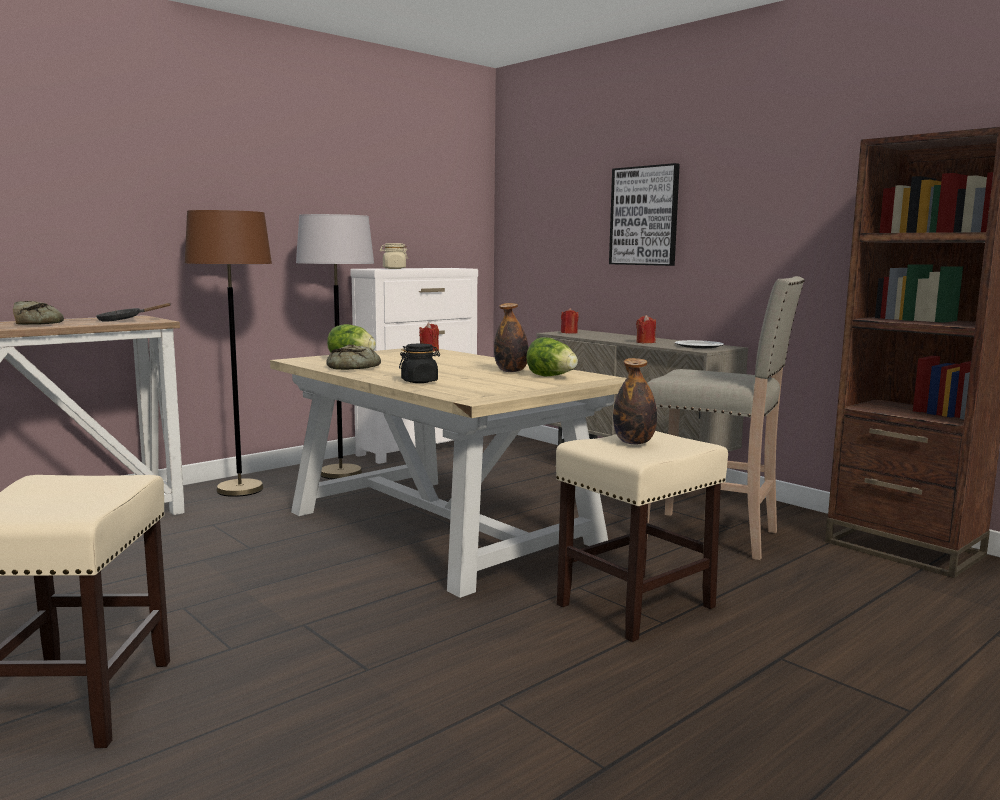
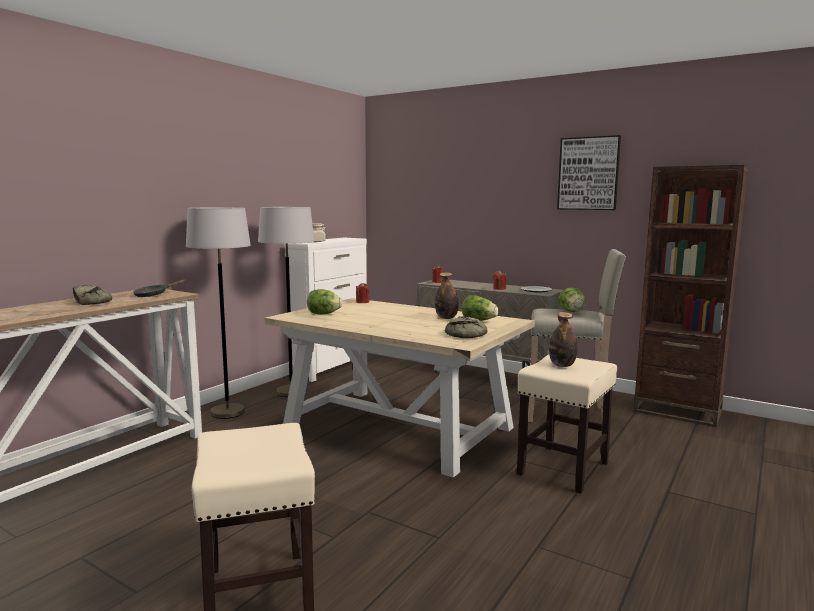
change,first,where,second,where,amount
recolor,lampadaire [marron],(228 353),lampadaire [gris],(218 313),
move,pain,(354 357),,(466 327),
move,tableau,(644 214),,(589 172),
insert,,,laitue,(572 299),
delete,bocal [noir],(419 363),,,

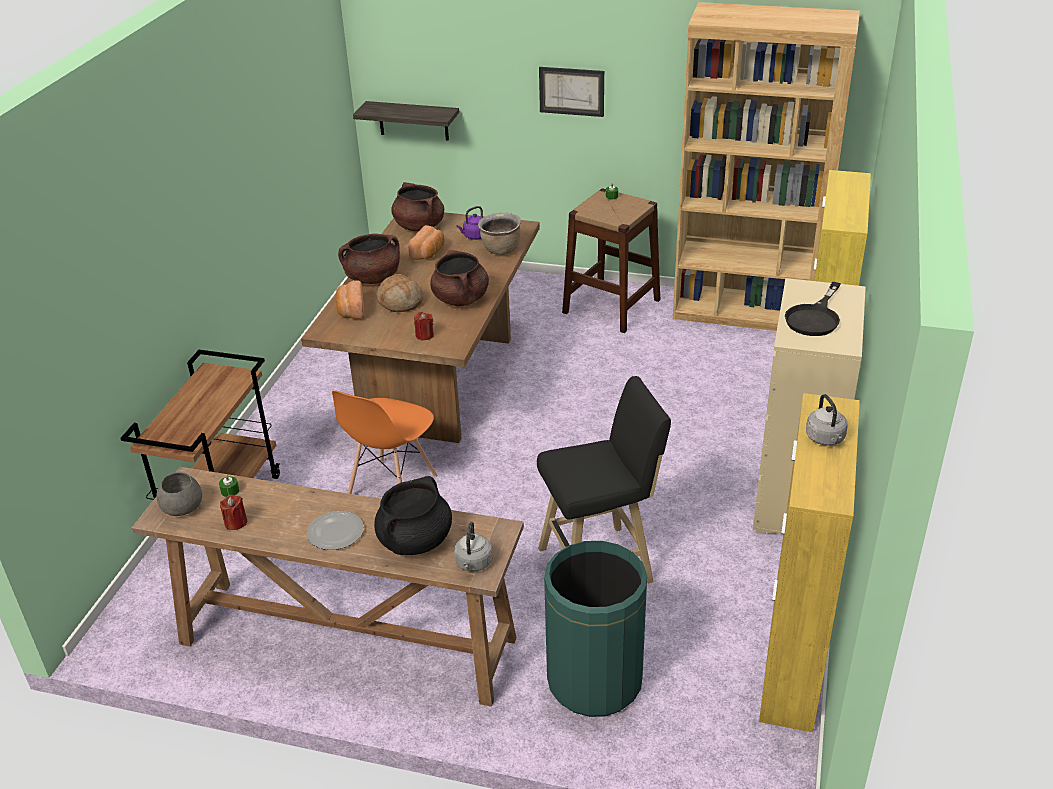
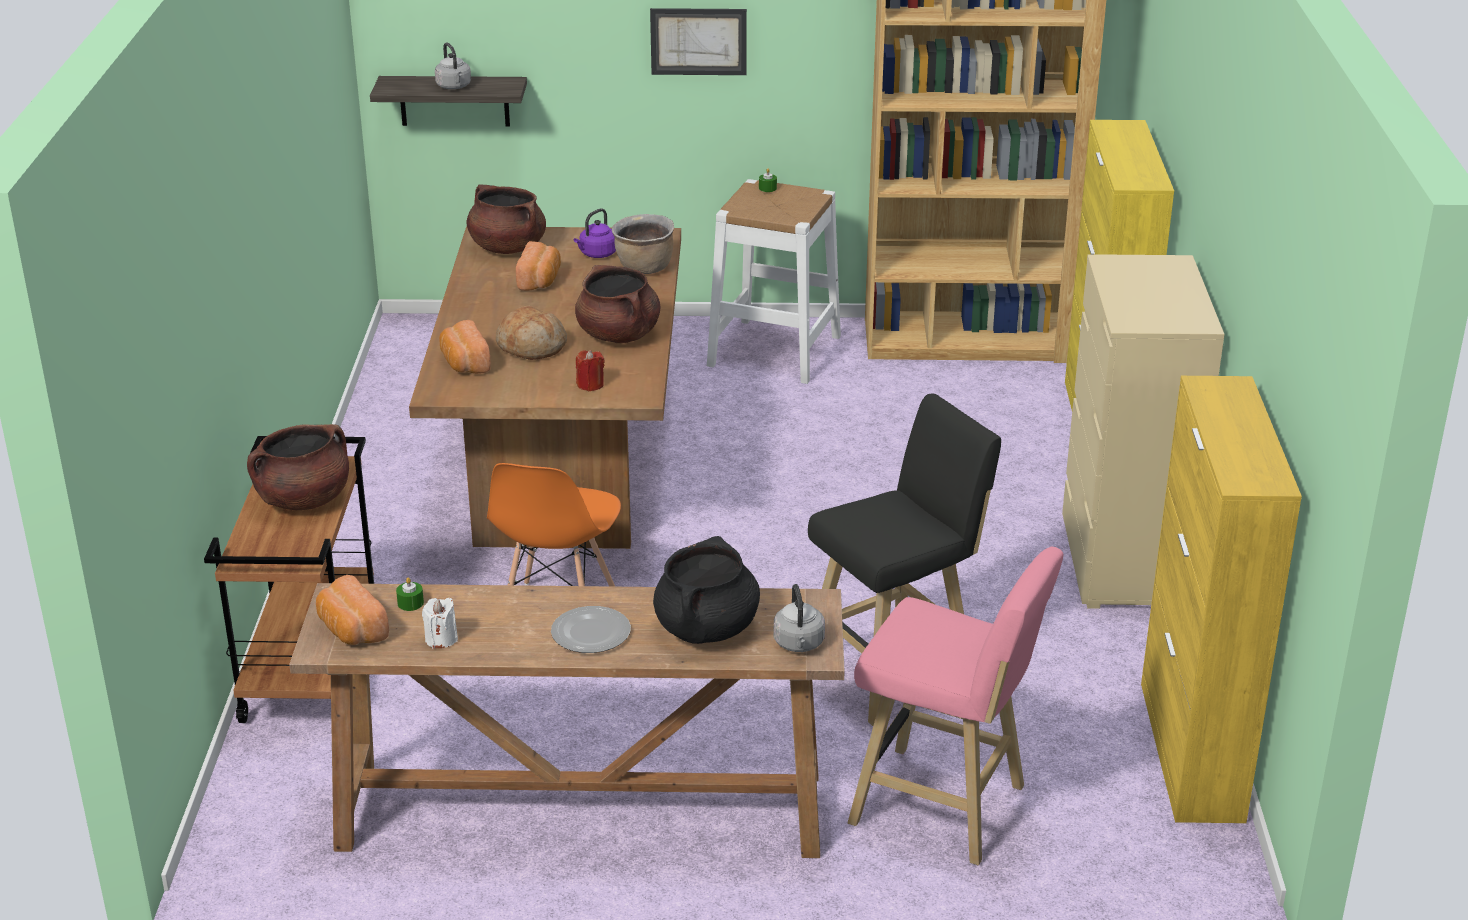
change,first,where,second,where,amount
move,marmite [marron],(369 258),,(298 467),
replace,bol [gris],(179 494),pain,(352 610),
recolor,bougie [rouge],(233 512),bougie [blanc],(440 623),
move,bouilloire [gris],(827 420),,(453 66),
recolor,tabouret [marron],(611 260),tabouret [blanc],(774 281),
replace,poubelle [vert],(595 629),tabouret [rose],(955 706),
delete,poêle [noir],(813 309),,,

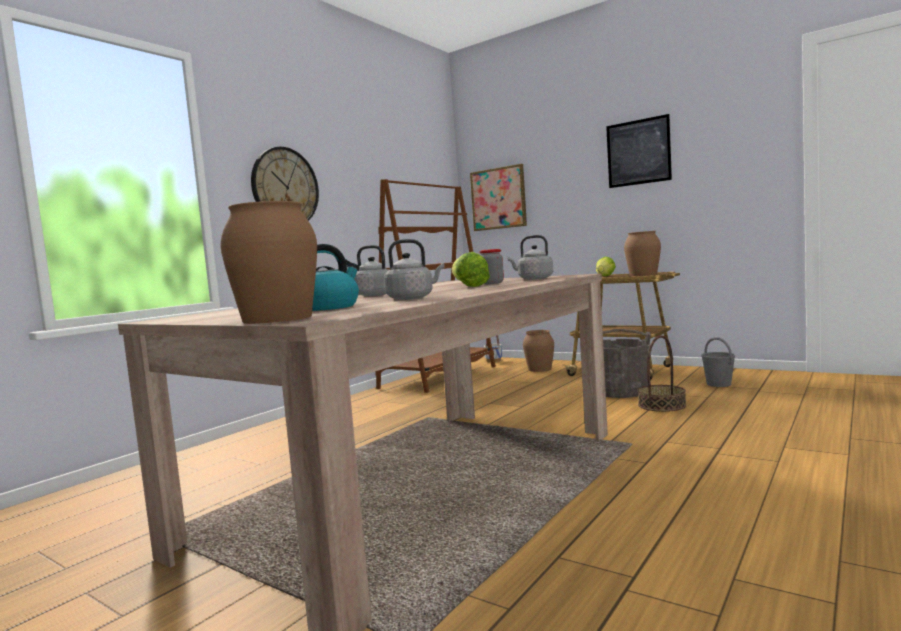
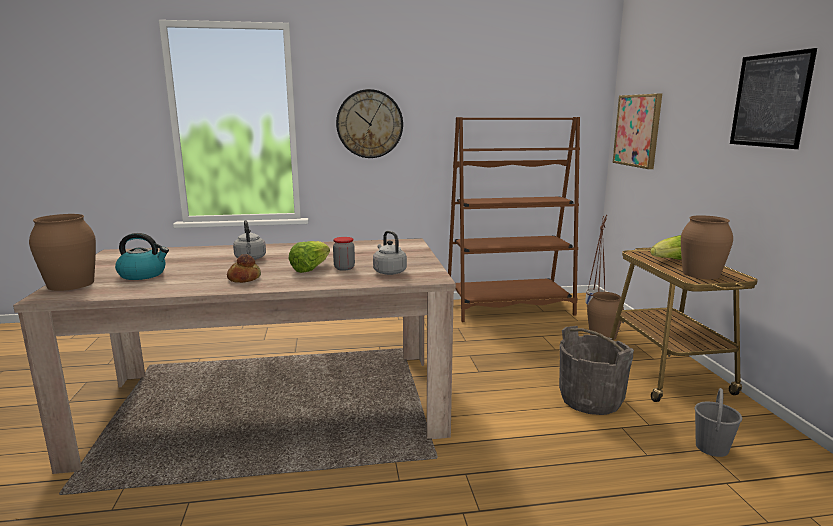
change,first,where,second,where,amount
insert,,,pain,(244 268),
delete,bouilloire [gris],(414 269),,,
delete,panier,(662 373),,,

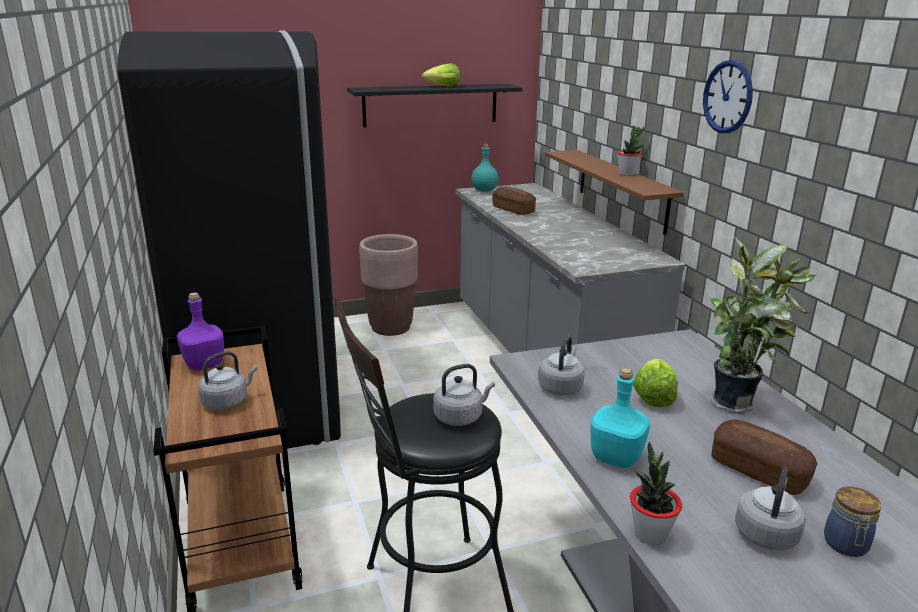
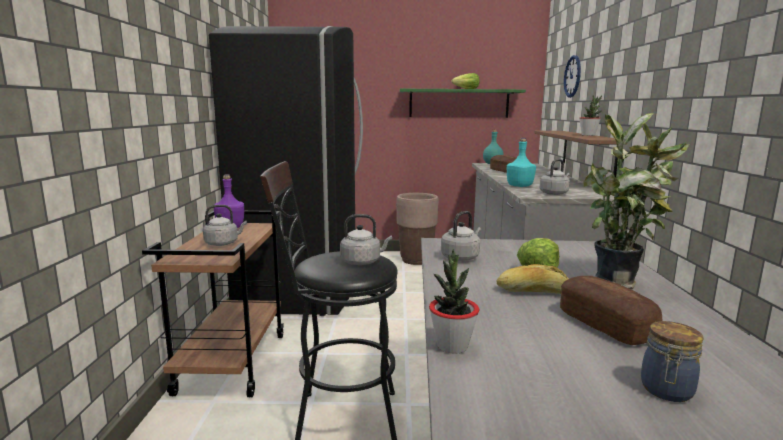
change,first,where,second,where,amount
recolor,étagère [noir],(434 105),étagère [vert],(463 103),
insert,,,pain,(532 279),
move,bouteille [turquoise],(620 418),,(521 162),
move,bouilloire [gris],(770 508),,(555 177),
move,horloge murale,(728 96),,(572 76),

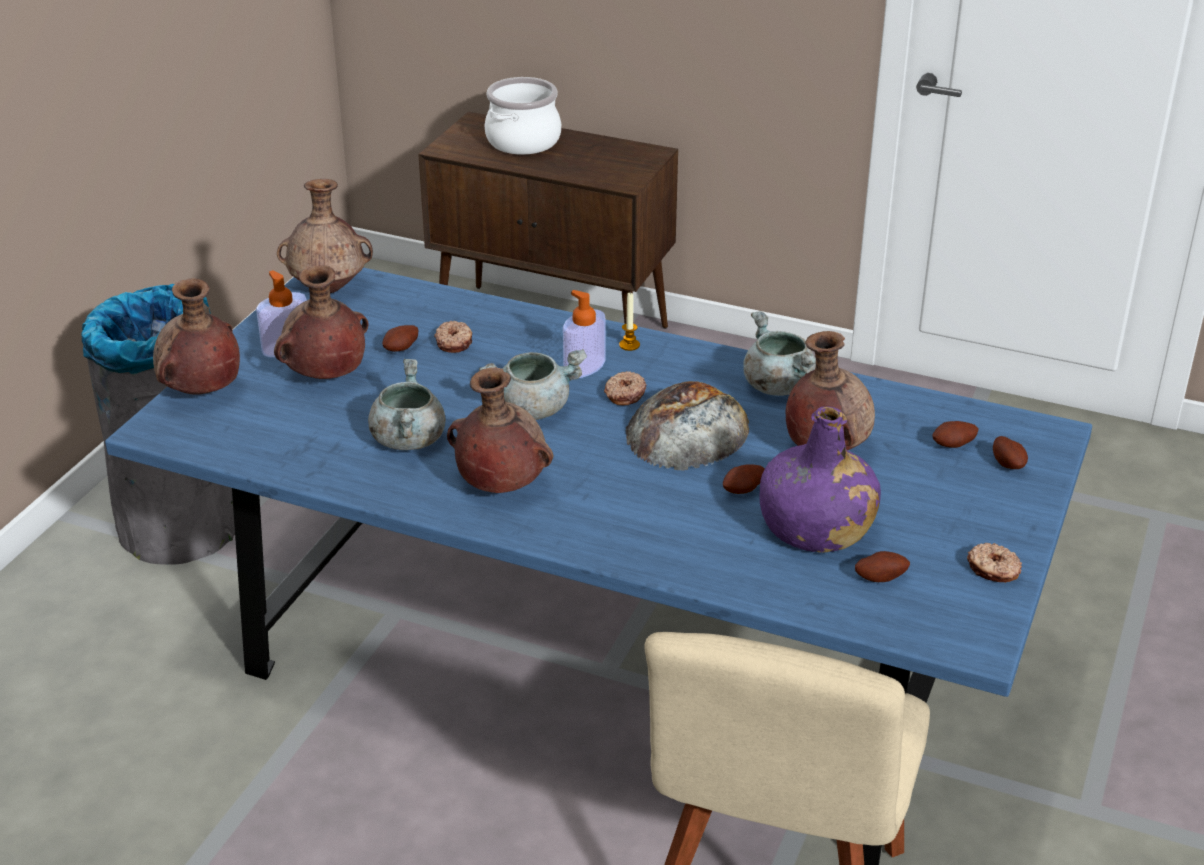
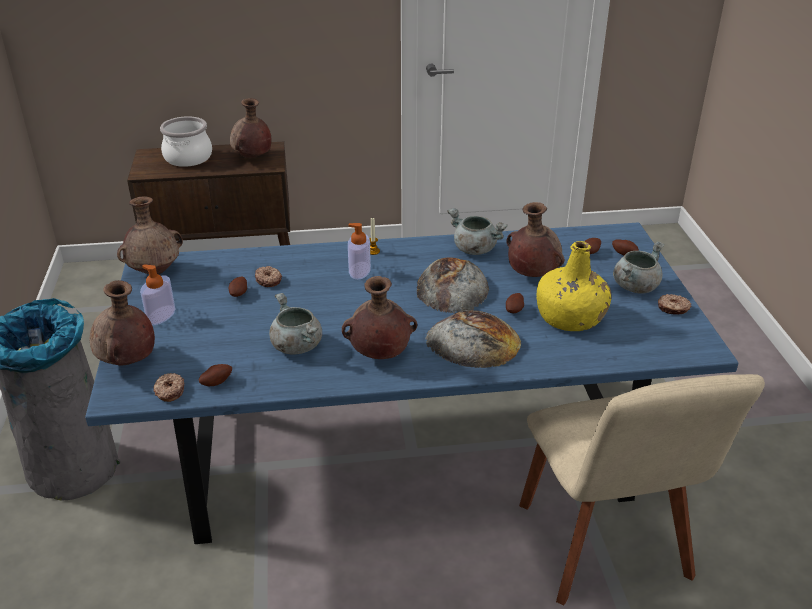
change,first,where,second,where,amount
move,beignet,(625 388),,(168 387),
move,pomme de terre,(882 566),,(215 375),
move,vase [marron],(321 322),,(251 128),
insert,,,pain,(473 339),
recolor,bouteille [violet],(820 479),bouteille [jaune],(574 286),
move,marmite [gris],(533 384),,(638 267),

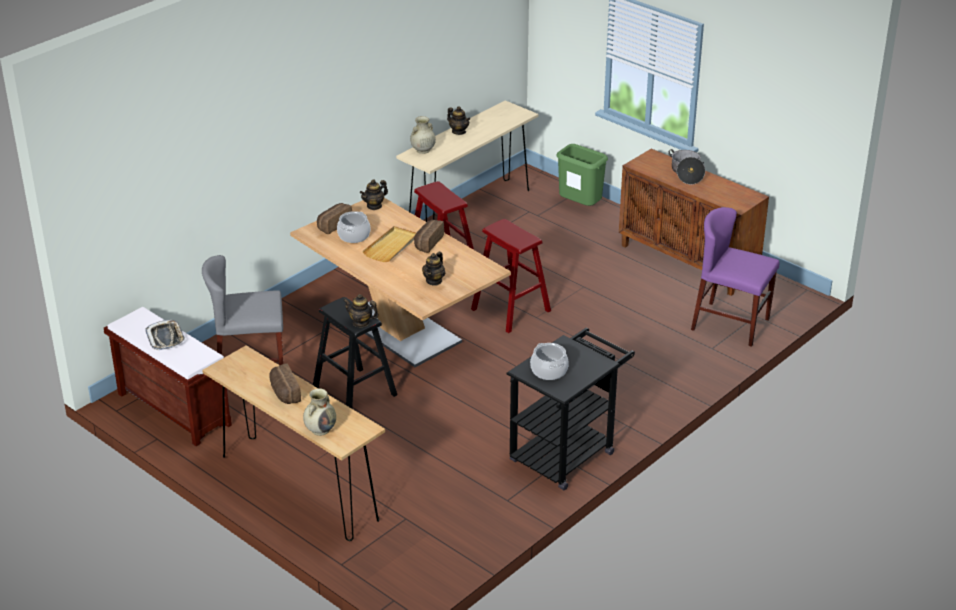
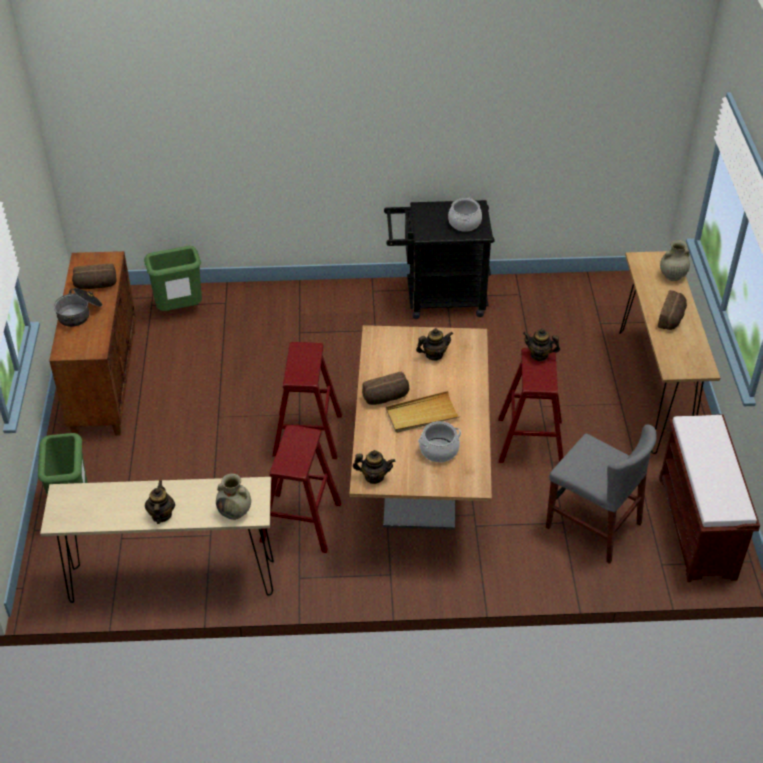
change,first,where,second,where,amount
move,pain,(334 218),,(94 276),
replace,chaise [violet],(735 277),poubelle [vert],(173 278),
recolor,tabouret [noir],(355 353),tabouret [rouge],(531 405),
rotate,théière,(361 311),,(541 345),135 degrees clockwise
delete,plateau,(165 335),,,

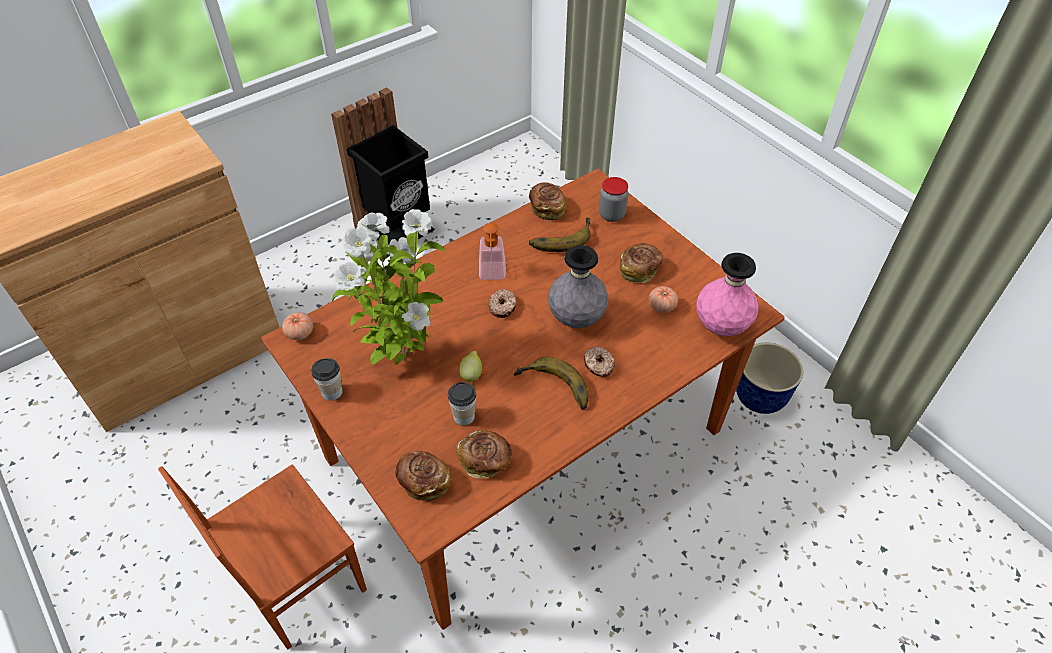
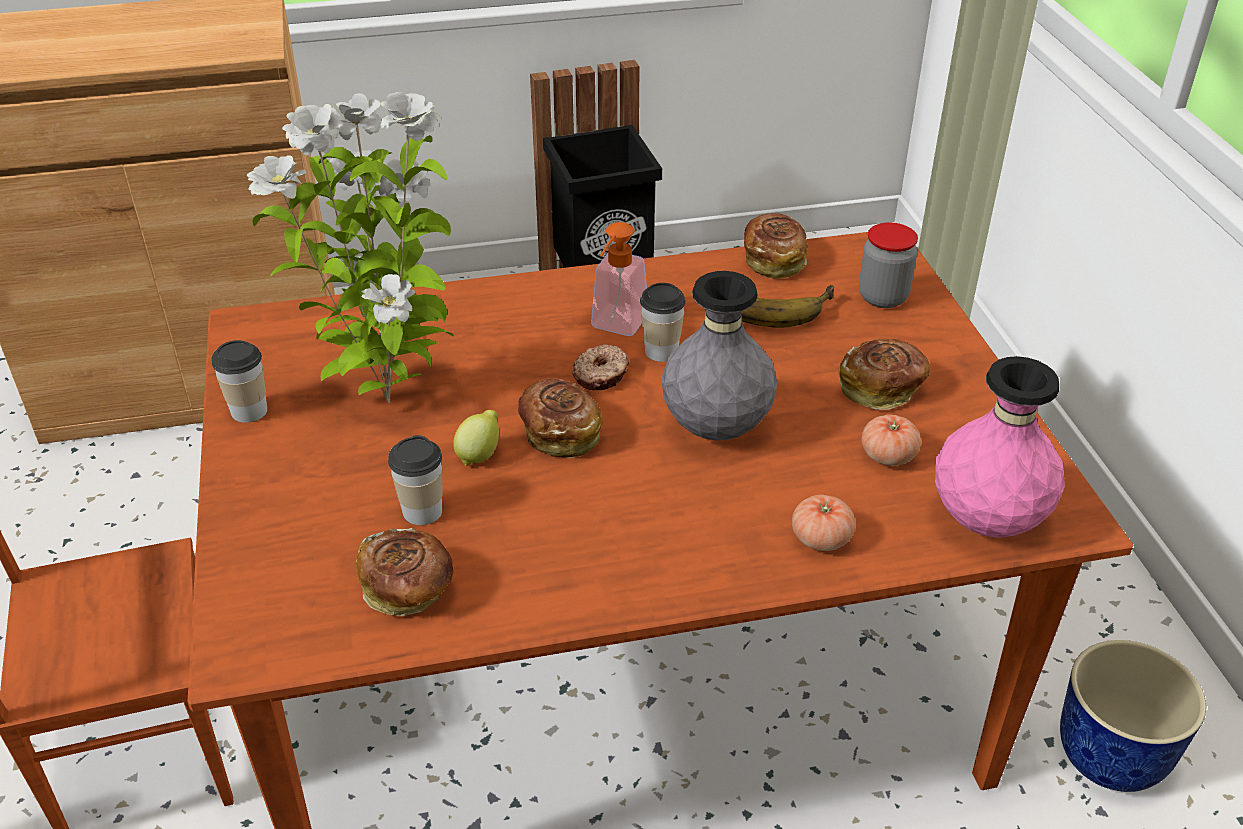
change,first,where,second,where,amount
move,pain,(423 476),,(560 418),
insert,,,tasse,(663 322),
move,tomate,(297 326),,(823 523),
delete,banane,(551 383),,,
delete,beignet,(599 362),,,

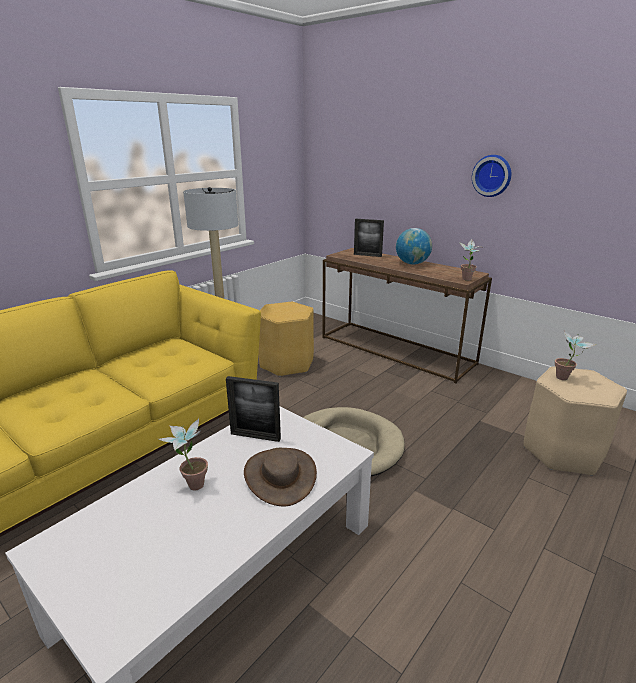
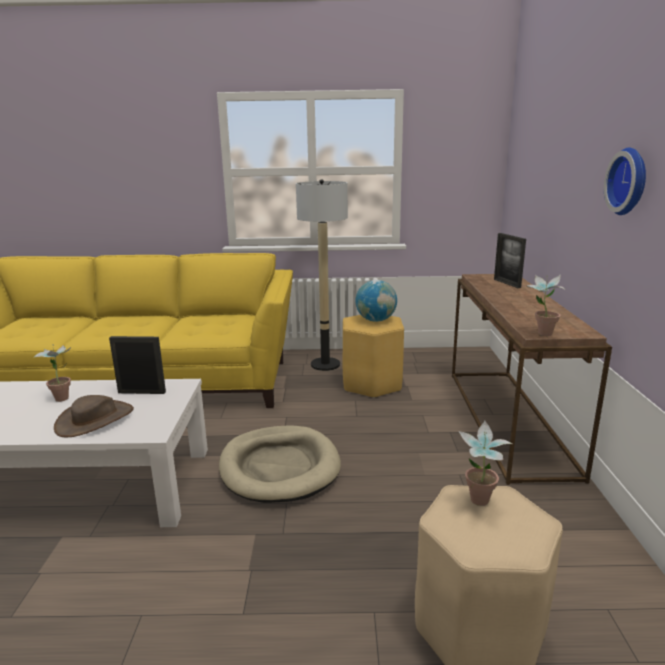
change,first,where,second,where,amount
rotate,cadre photo,(253 409),,(137 365),120 degrees clockwise
move,globe,(414 246),,(376 301),

